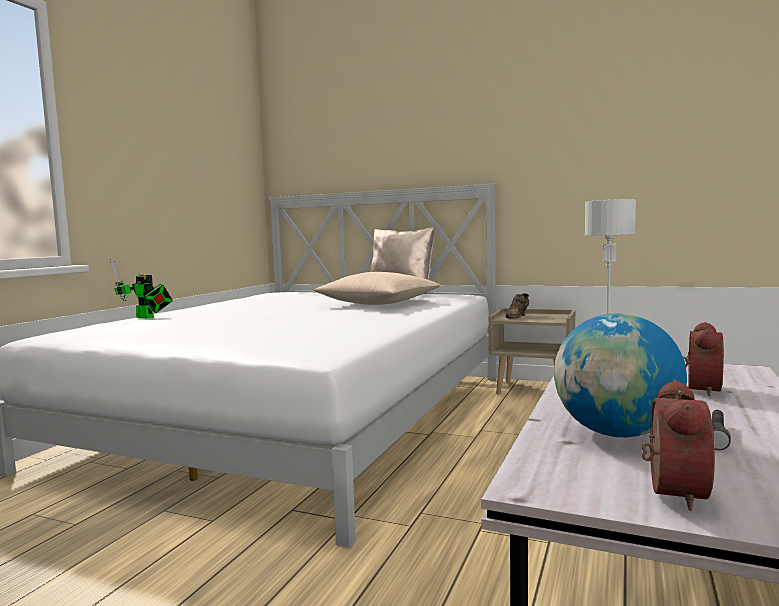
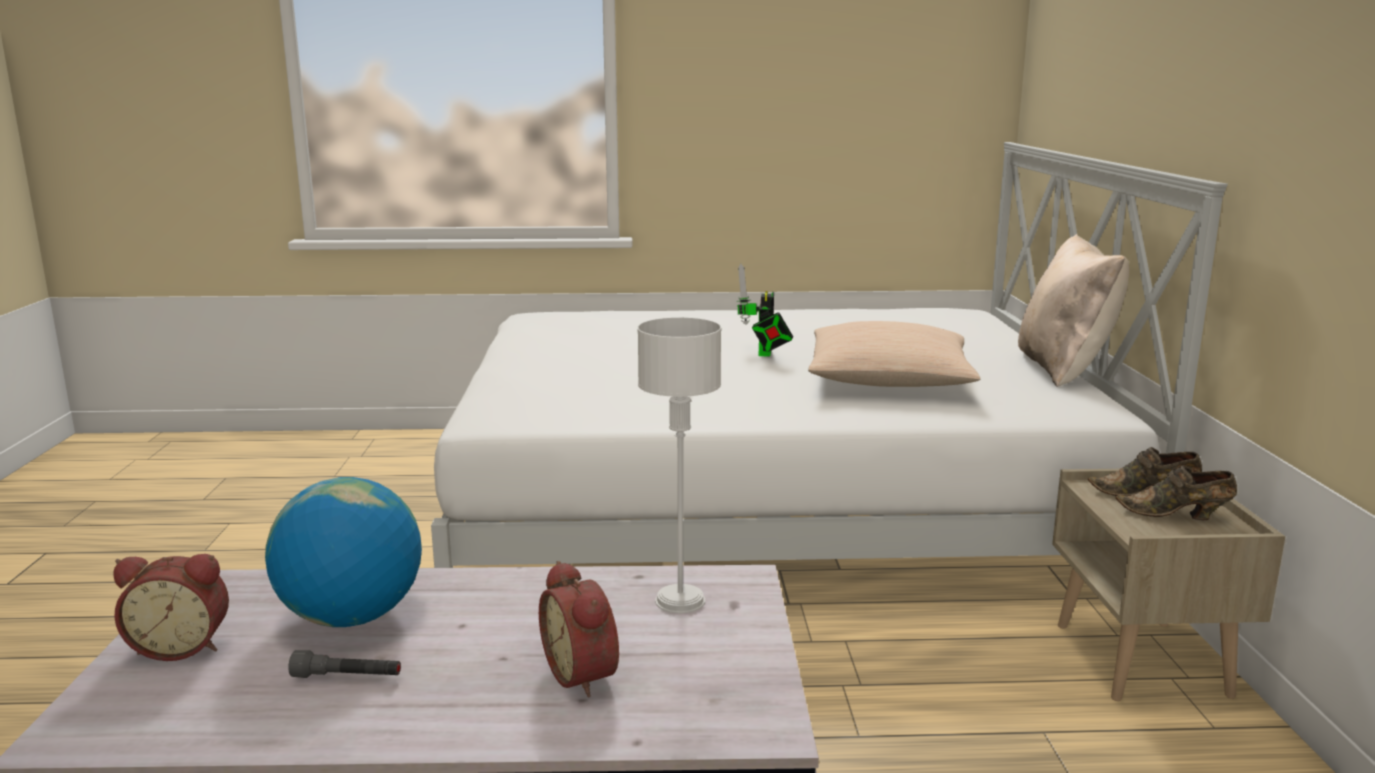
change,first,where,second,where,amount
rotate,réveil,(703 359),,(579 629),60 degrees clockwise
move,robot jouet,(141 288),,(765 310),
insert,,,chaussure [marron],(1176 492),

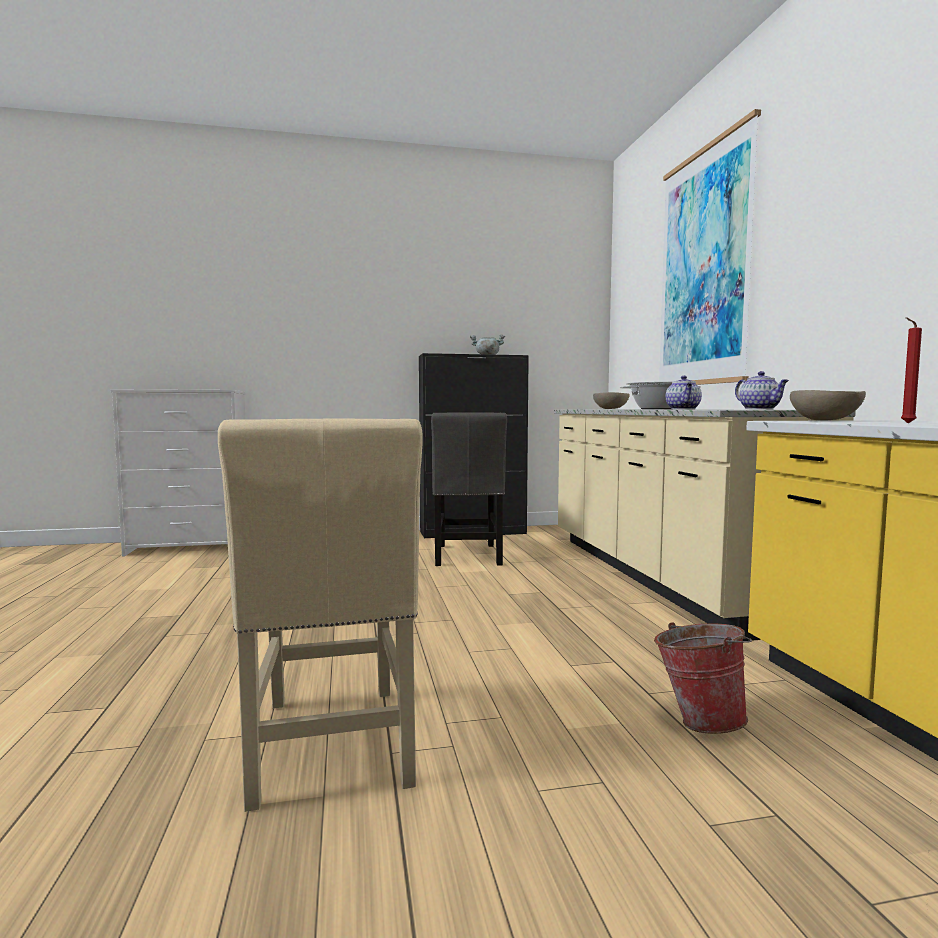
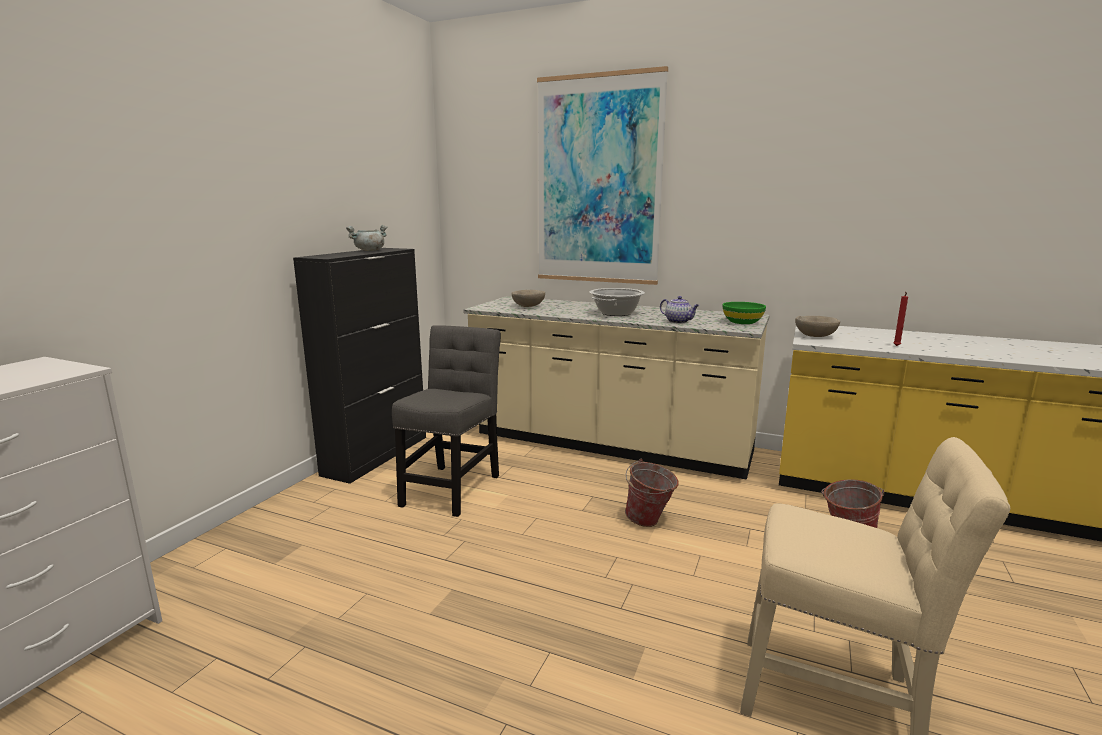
change,first,where,second,where,amount
rotate,chaise [gris],(469 489),,(446 421),105 degrees counterclockwise
insert,,,seau,(651 493),
replace,théière,(762 390),bol [vert],(744 313),

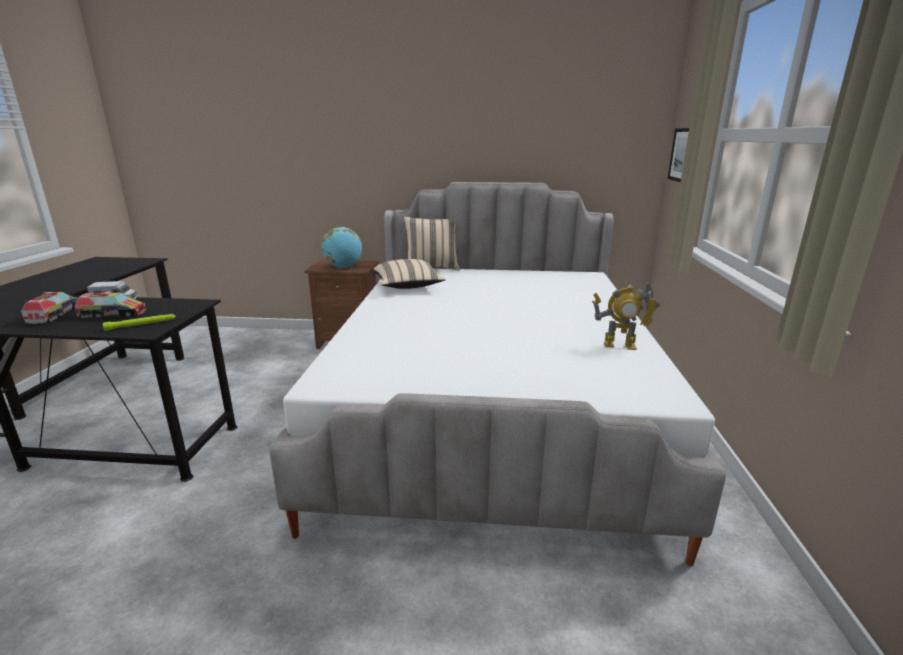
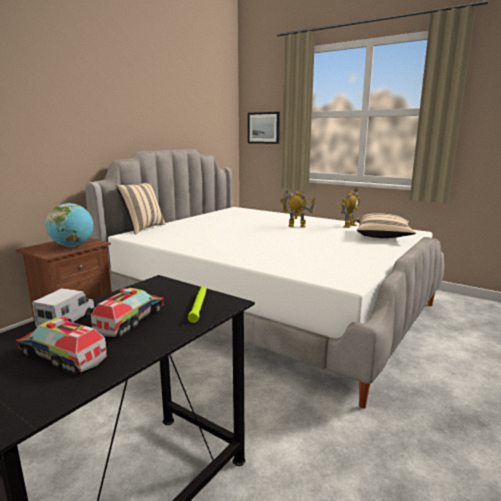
change,first,where,second,where,amount
insert,,,robot jouet,(298 207),
move,coussin [beige],(409 274),,(386 225),

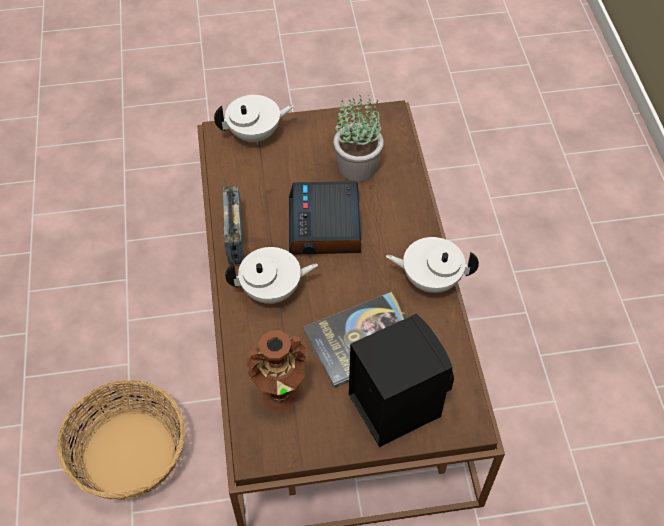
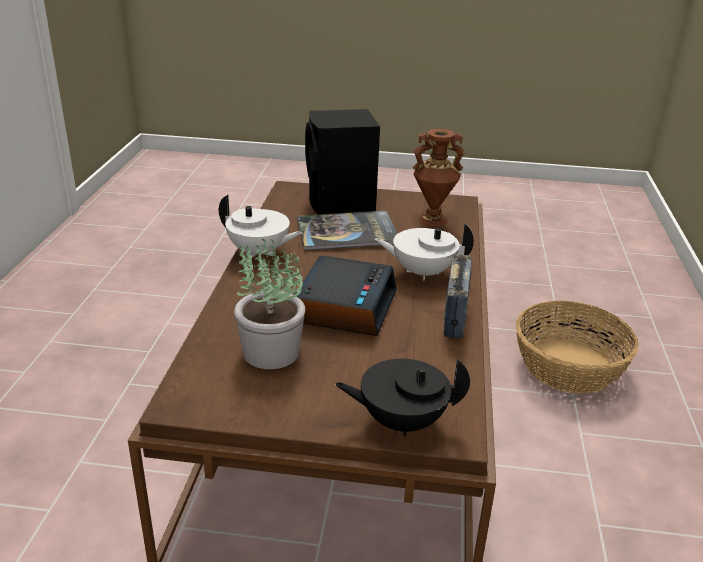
change,first,where,second,where,amount
recolor,théière [blanc],(254 120),théière [noir],(402 397),

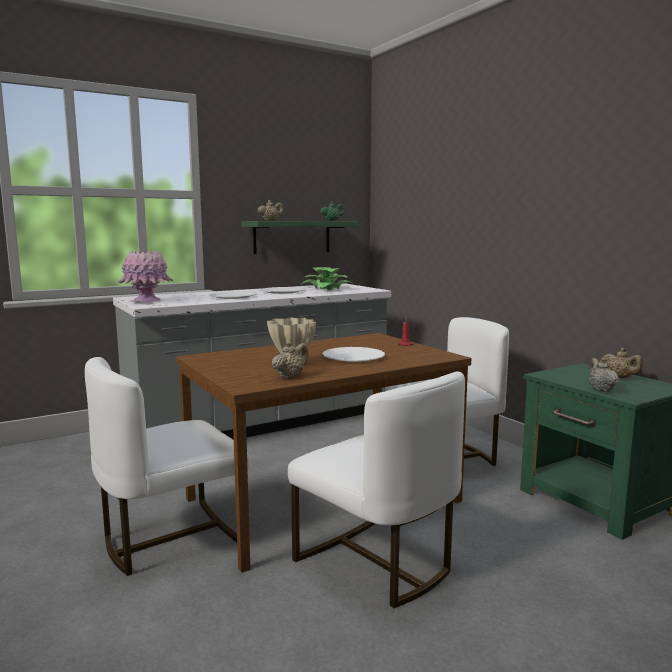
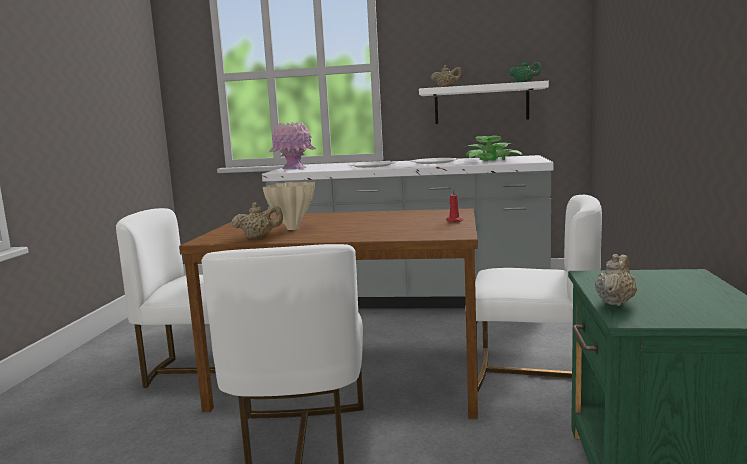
change,first,where,second,where,amount
recolor,étagère [vert],(300 237),étagère [blanc],(484 102),
delete,assiette [blanc],(353 354),,,
delete,théière [beige],(623 363),,,

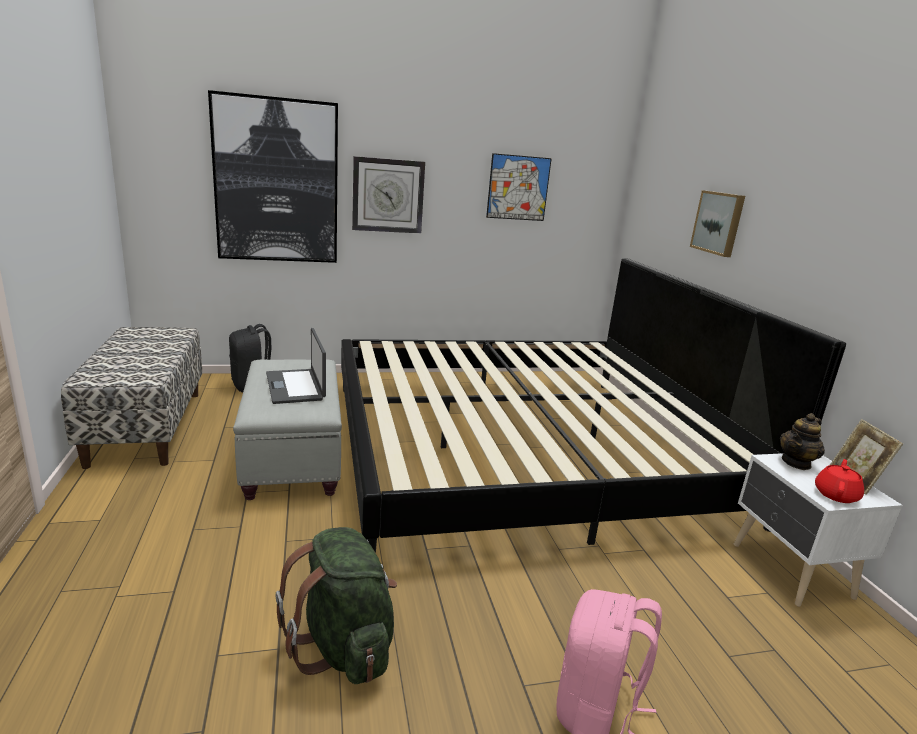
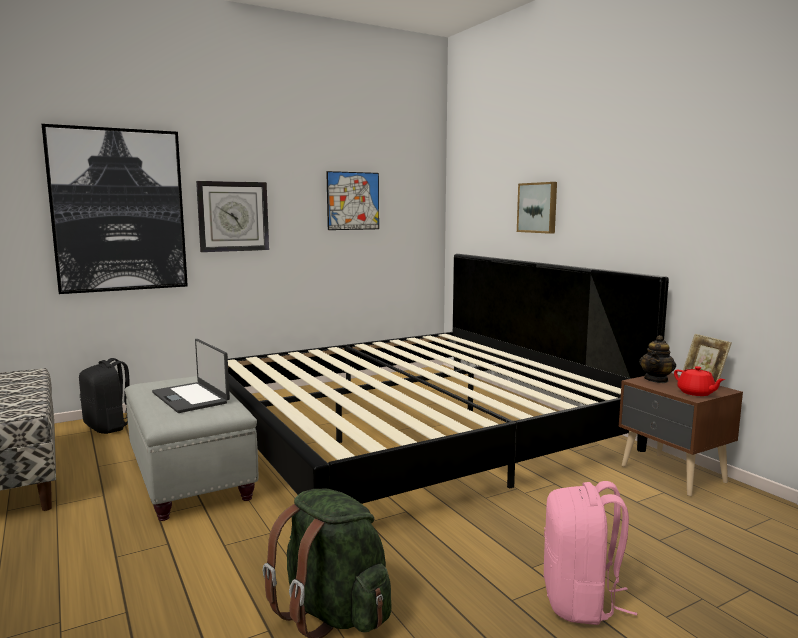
change,first,where,second,where,amount
recolor,table de chevet [blanc],(818 530),table de chevet [marron],(681 434),
rotate,théière [rouge],(839 481),,(699 381),135 degrees clockwise

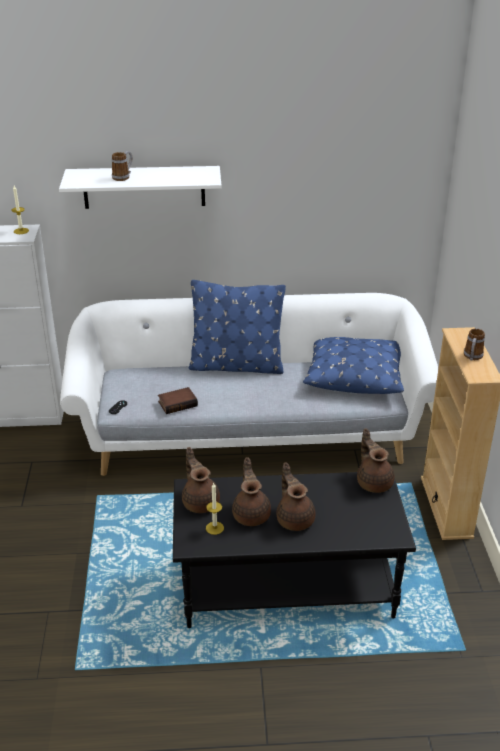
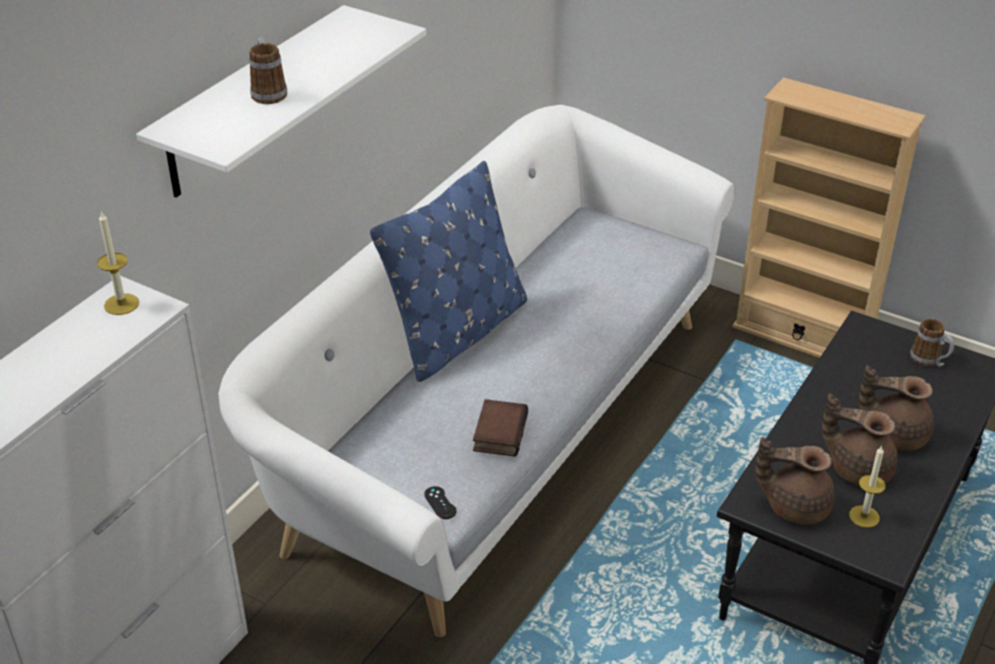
change,first,where,second,where,amount
move,mug,(474 345),,(932 342),
delete,coussin [bleu],(353 365),,,
delete,théière [marron],(376 460),,,

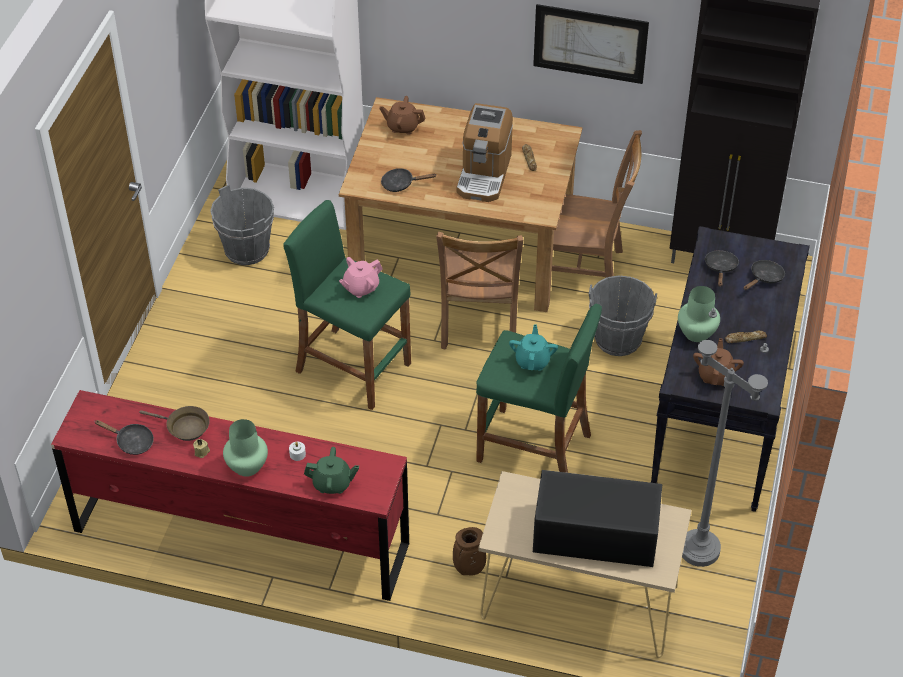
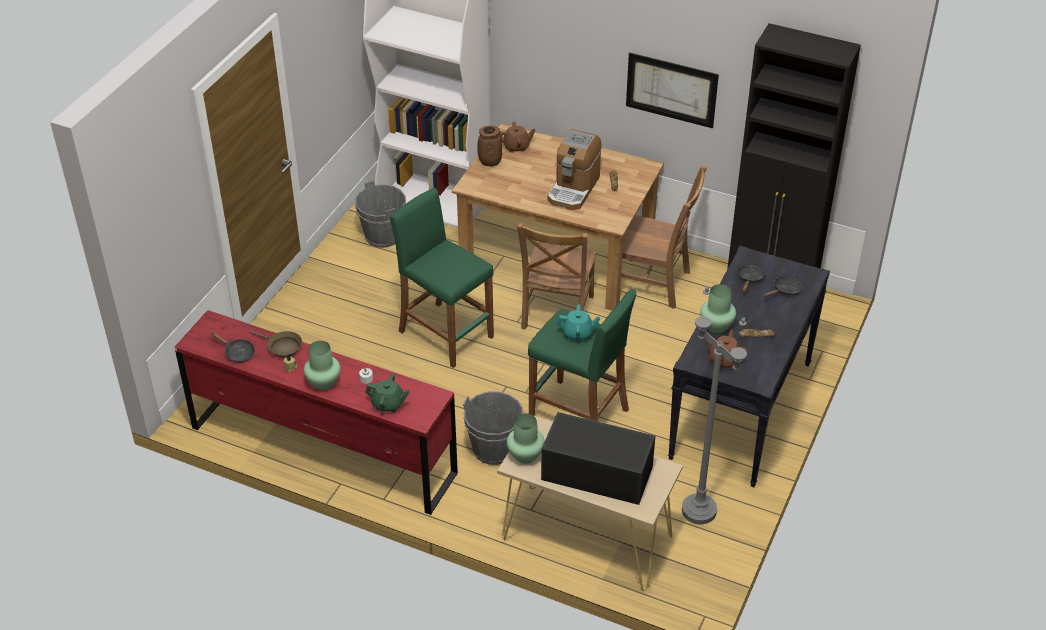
change,first,where,second,where,amount
move,seau [gris],(623 315),,(493 428),
move,vase [marron],(469 551),,(489 146),
rotate,théière [marron],(402 115),,(517 137),150 degrees clockwise
insert,,,vase [vert],(526 438),
rotate,théière [turquoise],(533 348),,(578 322),75 degrees clockwise
delete,théière [rose],(361 277),,,
delete,poêle [noir],(408 180),,,

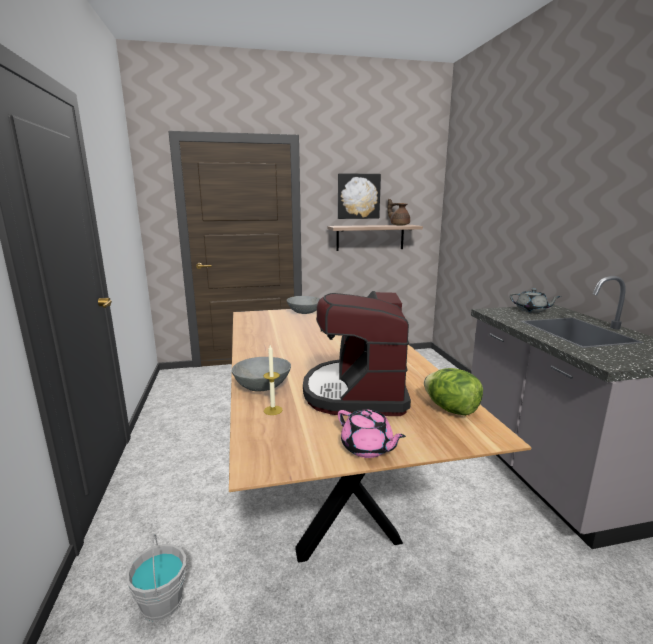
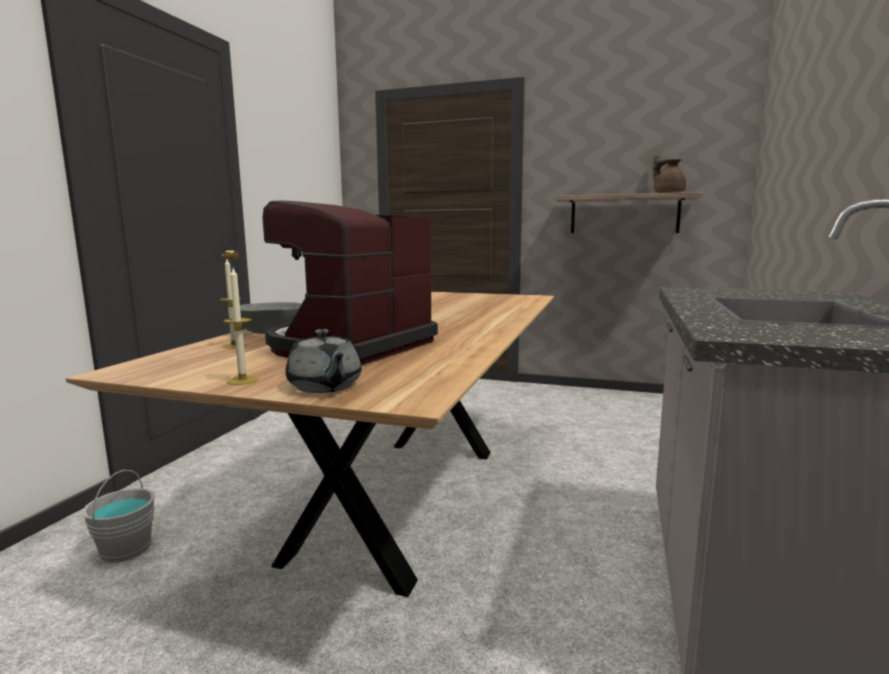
change,first,where,second,where,amount
replace,théière [rose],(372 434),bougie,(241 326),
move,théière [gris],(535 301),,(323 361),
delete,bol [gris],(303 305),,,
delete,tableau,(359 196),,,
delete,laitue,(453 392),,,

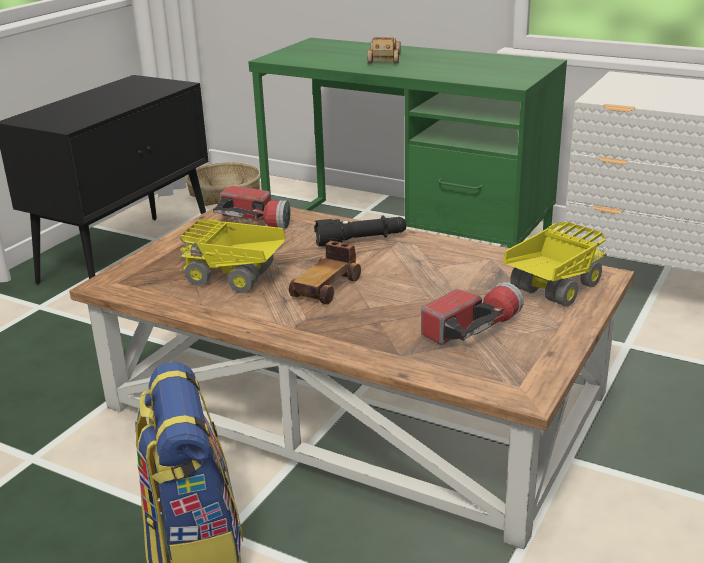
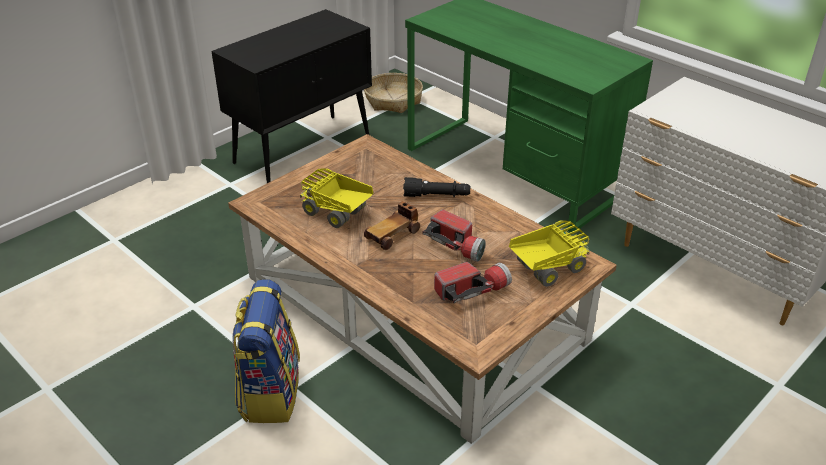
change,first,where,second,where,amount
move,lampe de poche,(252 207),,(454 236),
delete,petite voiture,(384 50),,,

